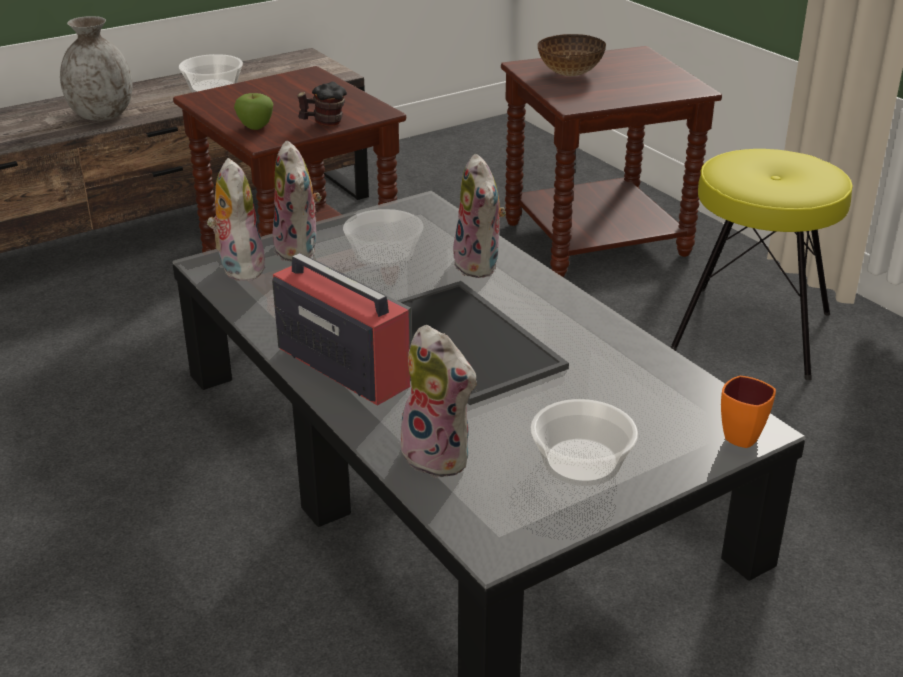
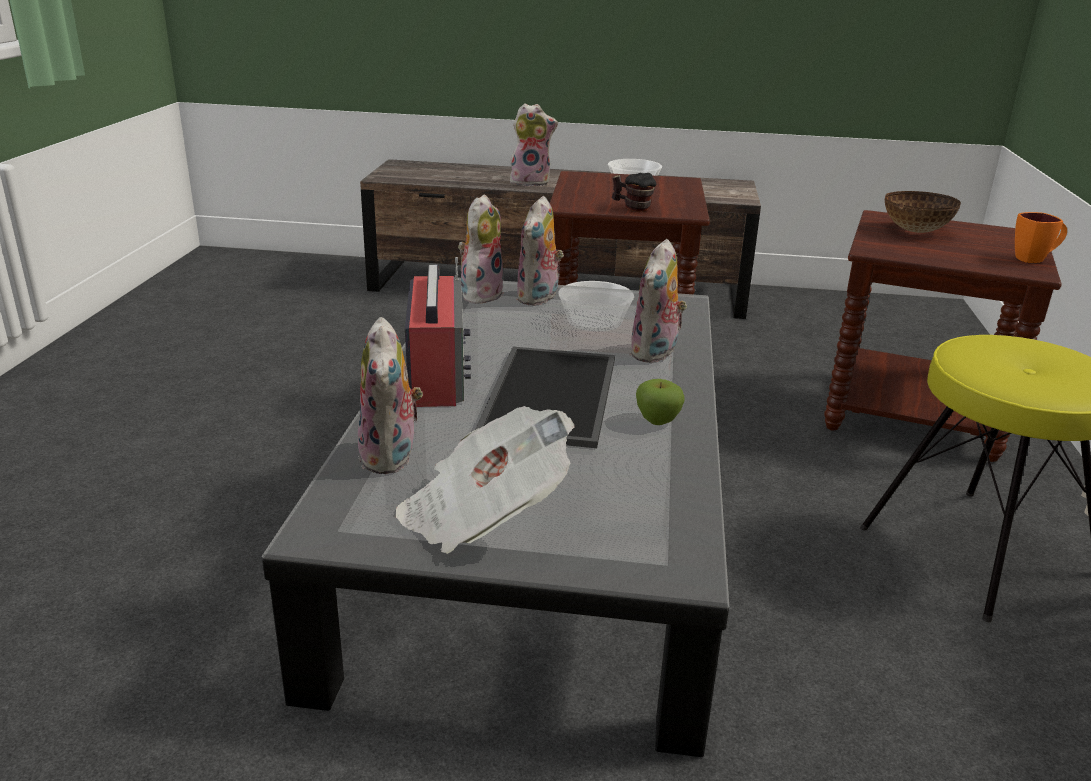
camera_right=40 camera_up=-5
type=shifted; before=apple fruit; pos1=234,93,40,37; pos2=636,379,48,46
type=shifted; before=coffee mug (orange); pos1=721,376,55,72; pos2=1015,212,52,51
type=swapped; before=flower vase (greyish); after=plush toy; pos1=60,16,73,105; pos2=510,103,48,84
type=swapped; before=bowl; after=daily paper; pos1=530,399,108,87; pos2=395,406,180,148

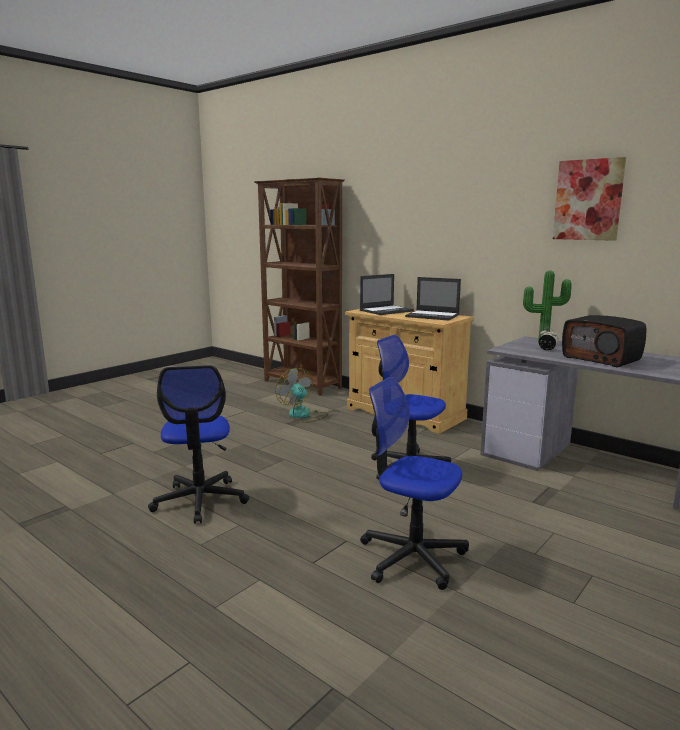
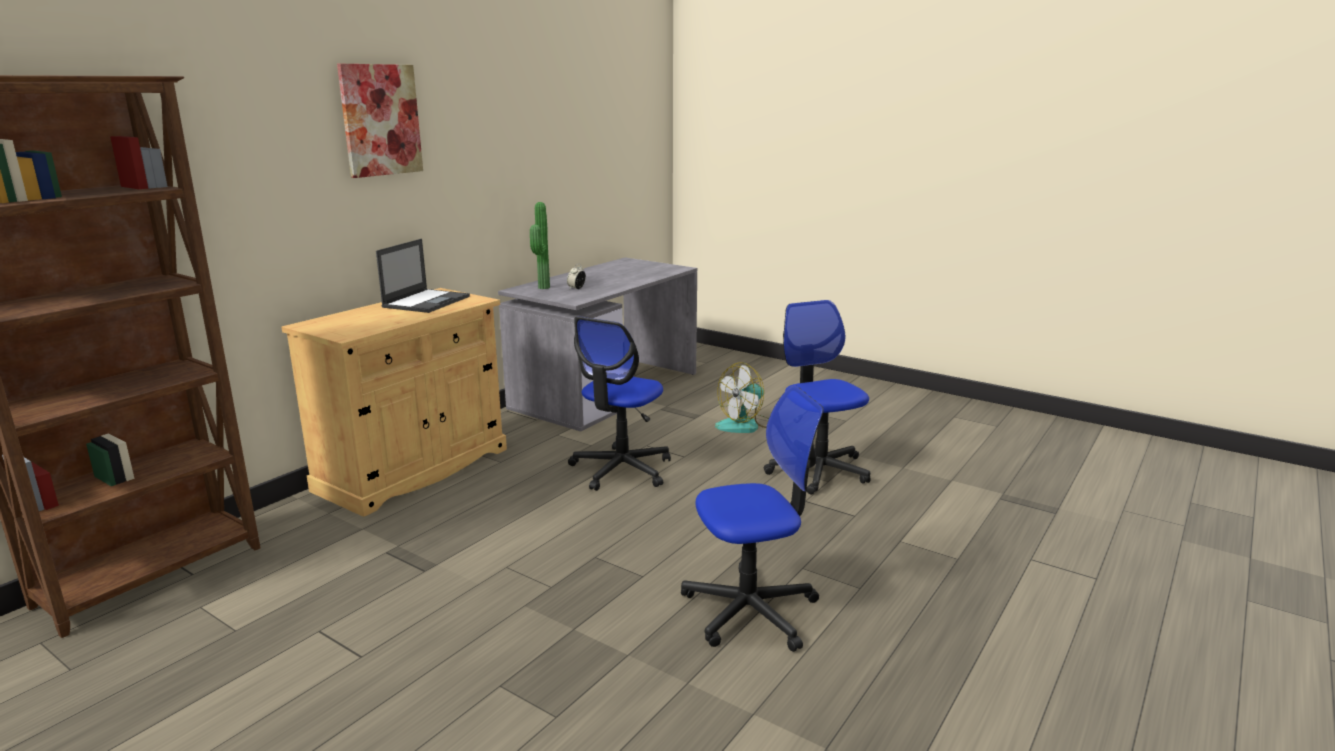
camera_right=-95 camera_up=5
type=gone; before=laptop; pos1=360,274,54,41
type=gone; before=radio receiver; pos1=562,315,84,52
type=shifted; before=cooling fan; pos1=276,368,52,55; pos2=715,362,54,71
type=shifted; before=wall art; pos1=553,157,73,84; pos2=337,64,86,114
type=rotated; before=computer chair; pos1=360,377,109,213; pos2=764,300,107,194; turn=135

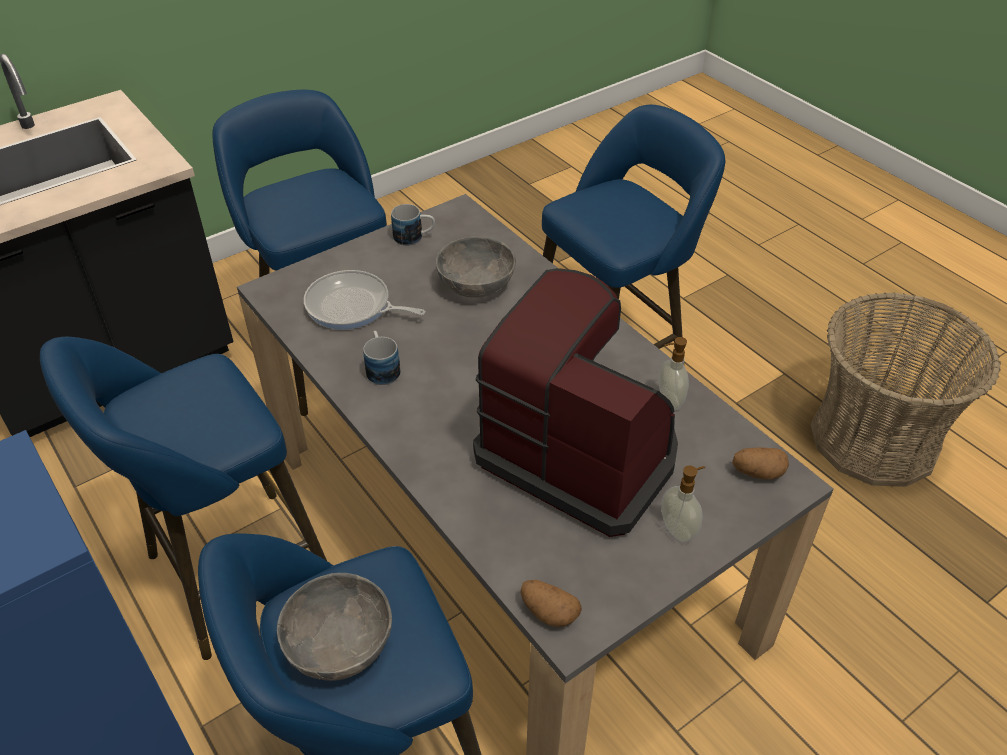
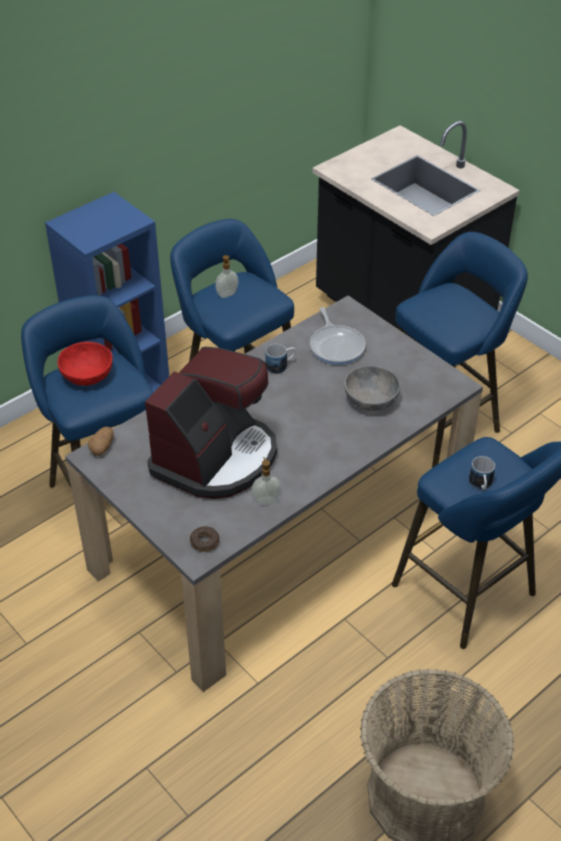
camera_right=85 camera_up=0
type=shifted; before=coffee mug; pos1=391,204,44,42; pos2=469,456,26,34
type=shifted; before=liquid soap bottle; pos1=661,466,44,76; pos2=215,255,23,43
type=swapped; before=spud; after=doughnut; pos1=732,447,57,32; pos2=190,526,29,26
type=repainted; before=bowl (greyish); after=bowl (red-coloured); pos1=277,573,115,108; pos2=58,342,55,44
type=rotated; before=pan; pos1=304,270,121,60; pos2=310,307,56,58; turn=150

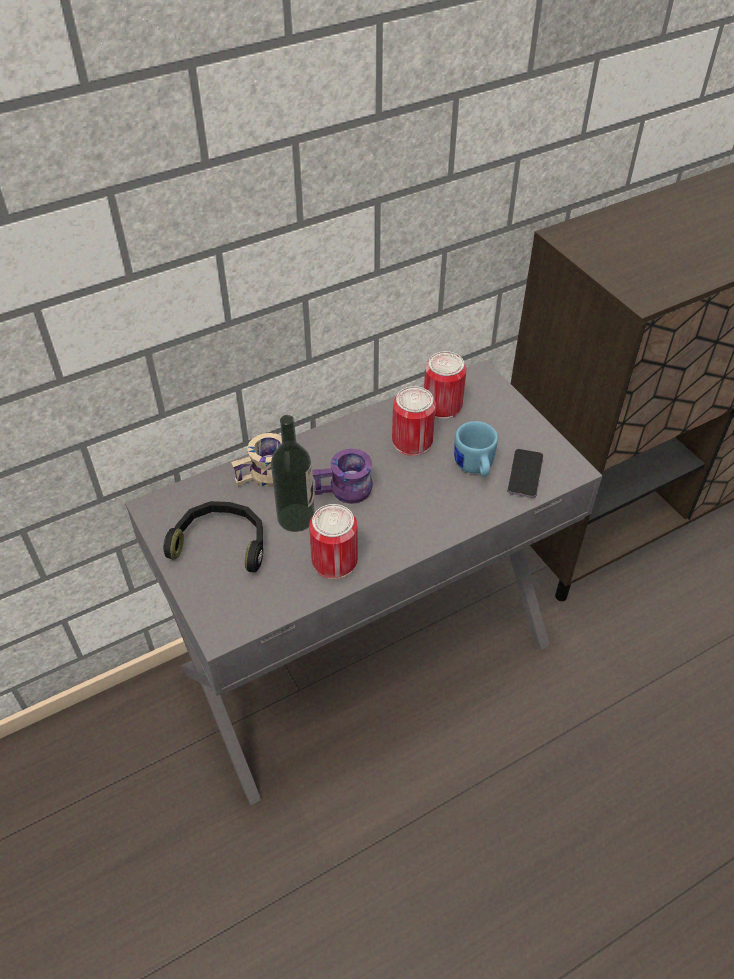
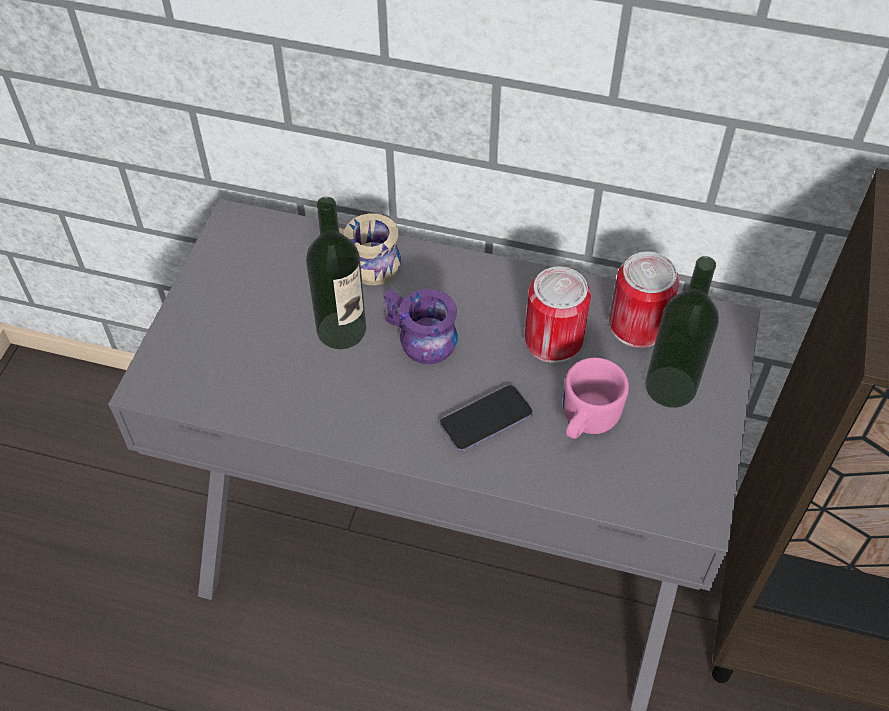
camera_right=45 camera_up=5
type=gone; before=pair of headphones (blackish); pos1=164,501,99,71
type=gone; before=sealed can; pos1=309,504,49,75
type=new; after=bottle; pos2=645,256,74,152
type=shifted; before=phone; pos1=507,449,36,49; pos2=440,385,93,67
type=repainted; before=coffee mug (bluish); after=coffee mug (pink); pos1=454,421,44,55; pos2=563,358,66,81

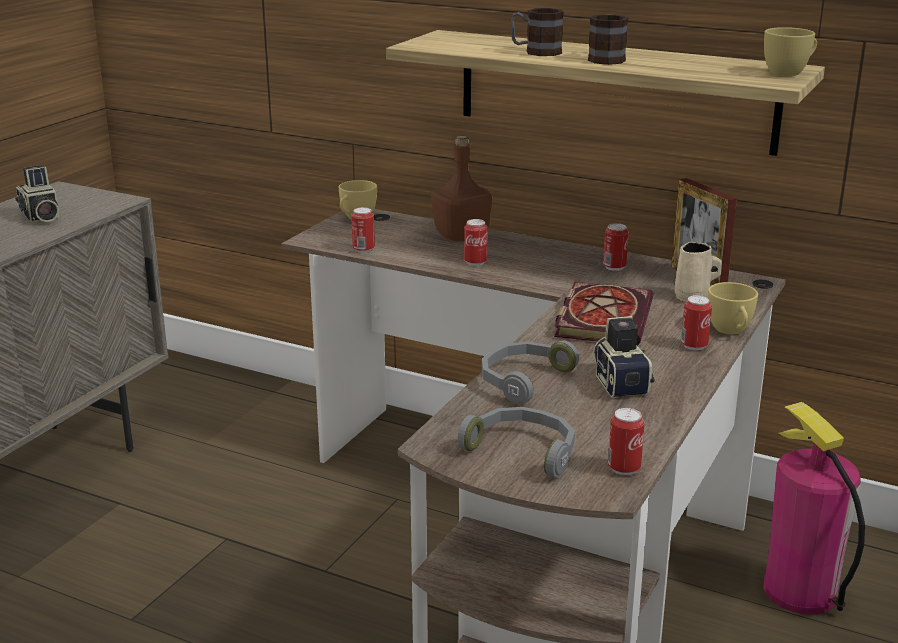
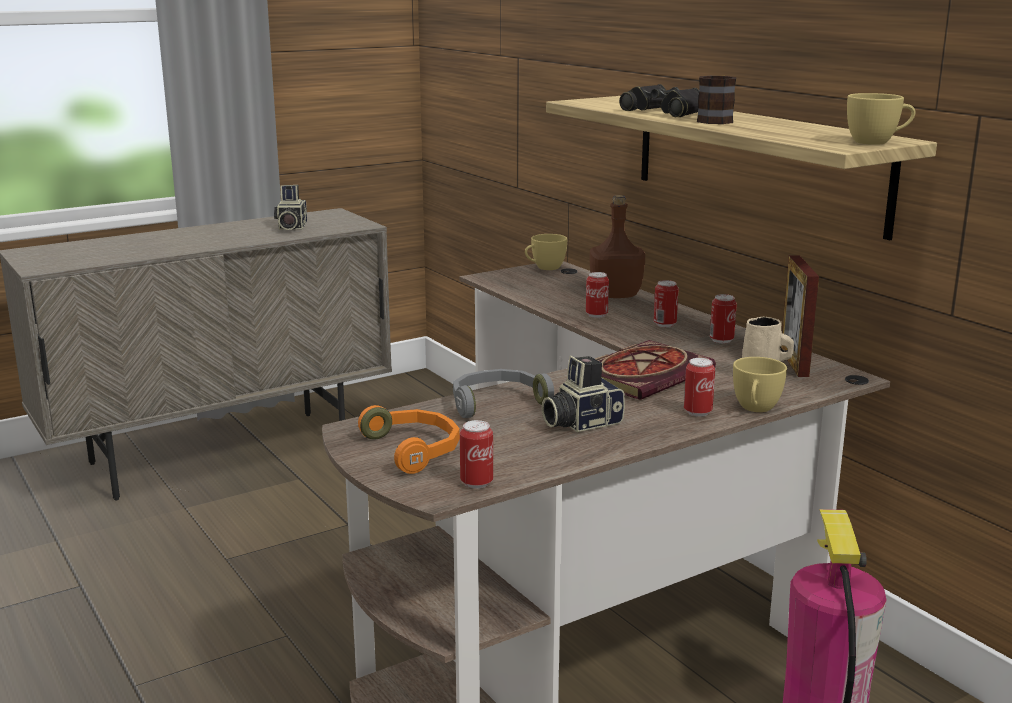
camera_right=30 camera_up=-5
type=shifted; before=sealed can; pos1=351,207,24,46; pos2=654,280,24,47
type=swapped; before=coffee mug; after=binoculars (blackish); pos1=511,8,53,48; pos2=619,84,80,33
type=repainted; before=pair of headphones (greyish); after=pair of headphones (orange); pos1=458,407,117,71; pos2=358,405,102,69
type=rotated; before=still camera; pos1=594,316,61,81; pos2=541,356,84,76; turn=-135

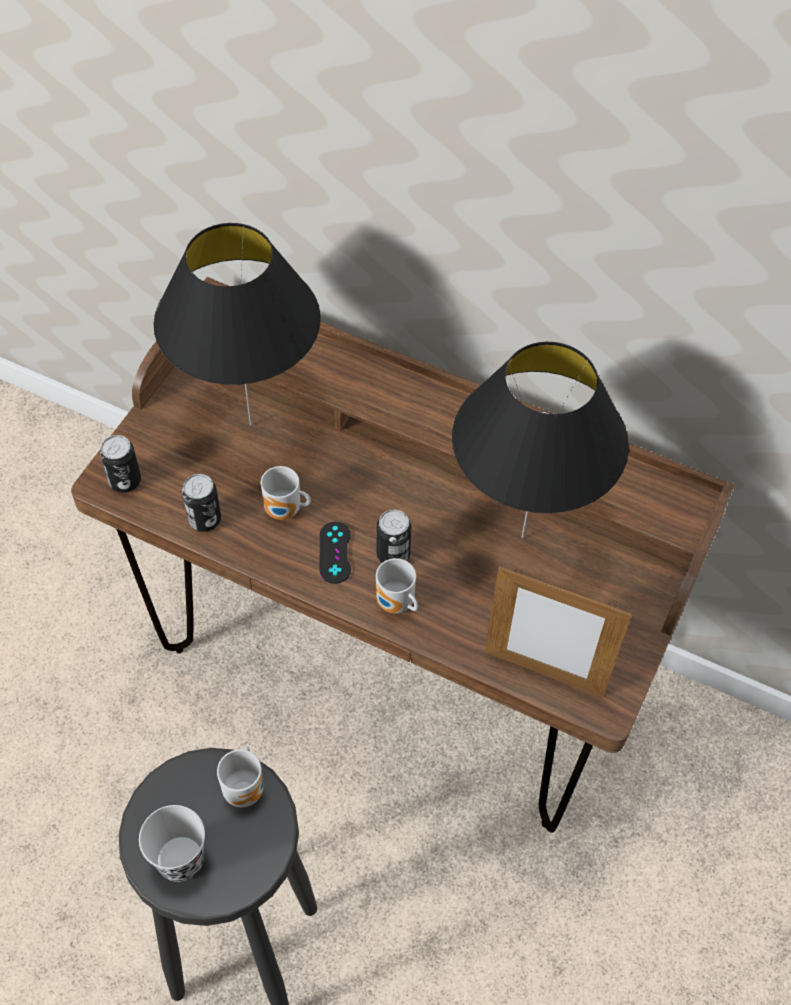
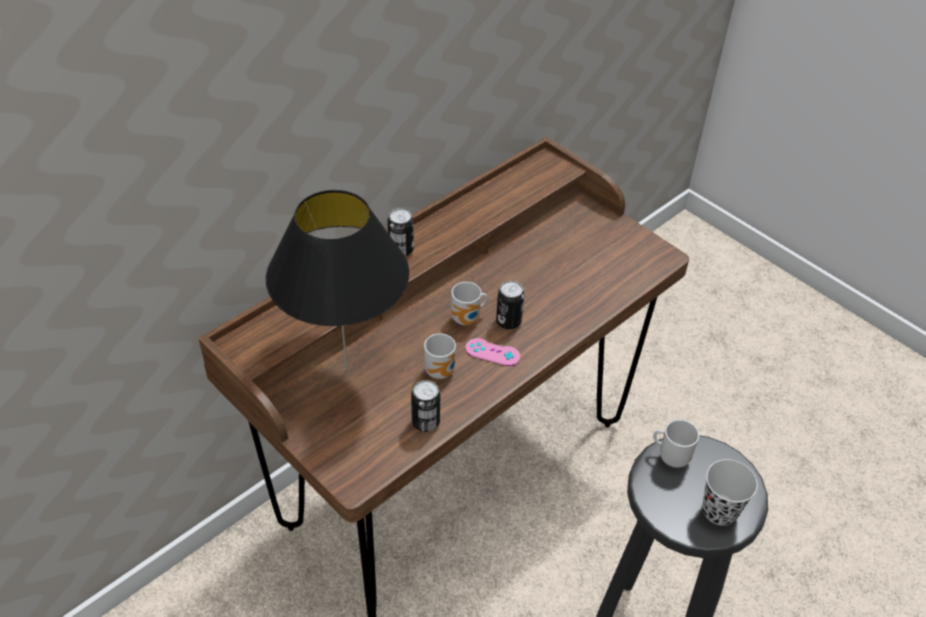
camera_right=-70 camera_up=-10
type=gone; before=tabletop lamp (blackish); pos1=452,342,177,196
type=gone; before=photo frame; pos1=485,566,147,131
type=shifted; before=sealed can; pos1=100,435,41,58; pos2=387,208,27,49
type=shifted; before=coffee mug; pos1=376,558,42,55; pos2=451,282,37,43
type=repainted; before=game controller (blackish); after=game controller (pink); pos1=319,522,32,62; pos2=465,338,55,28

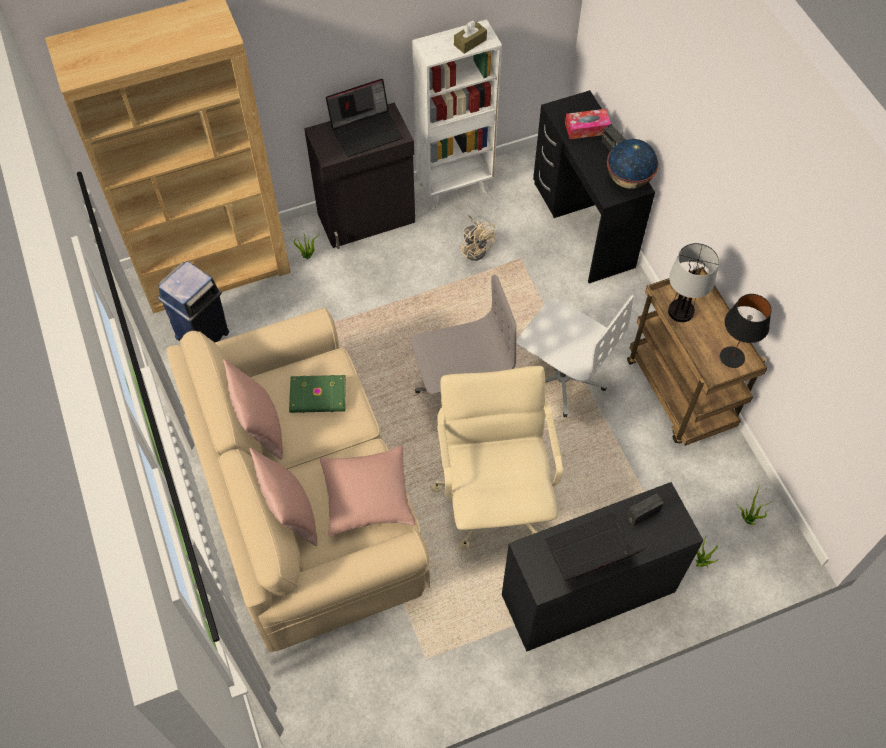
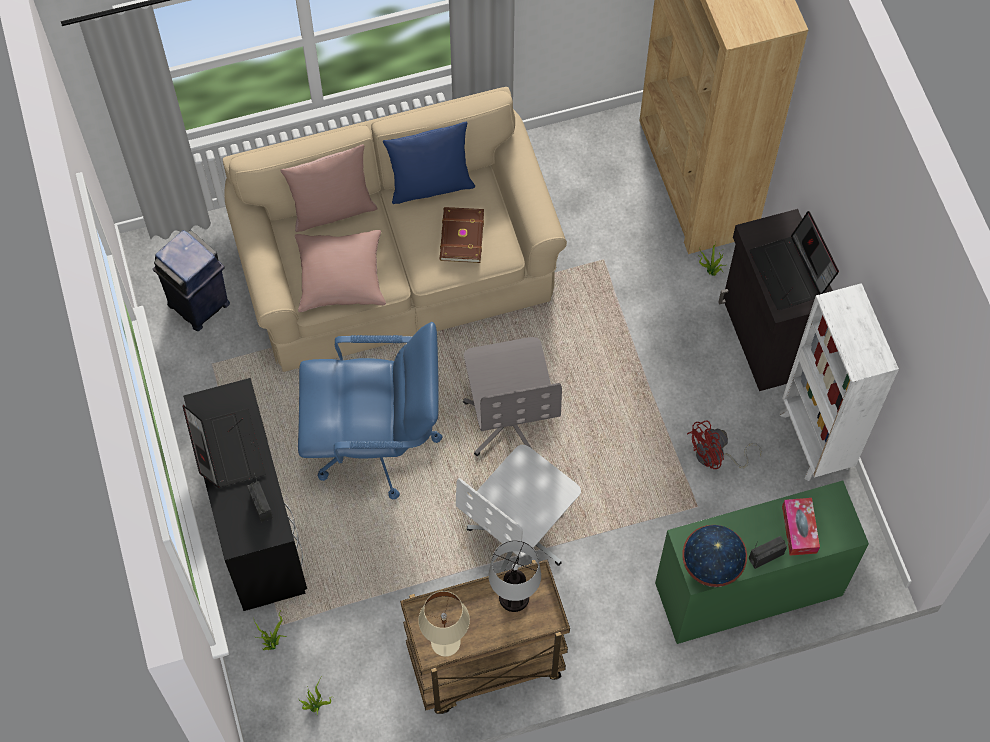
camera_right=95 camera_up=5
type=gone; before=box of tissues (brown); pos1=454,21,33,33
type=shifted; before=waste bin (bluish); pos1=158,261,71,81; pos2=153,230,77,101
type=repainted; before=cushion (pink); after=cushion (bluish); pos1=223,359,60,101; pos2=383,122,92,82
type=repainted; before=bound book (green-coloured); after=bound book (brown); pos1=289,375,57,38; pos2=440,207,44,56
type=repainted; before=computer chair (sand-coloured); after=computer chair (bluish); pos1=431,366,132,184; pos2=298,322,144,177
type=repainted; before=cooling fan (sand-coloured); after=cooling fan (red-coloured); pos1=461,215,35,46; pos2=687,420,75,49
type=repainted; before=desk (blackish); after=desk (green-coloured); pos1=533,90,122,193; pos2=655,481,214,163
type=repainted; before=tabletop lamp (blackish); after=tabletop lamp (sand-coloured); pos1=720,294,51,74; pos2=418,591,52,66

